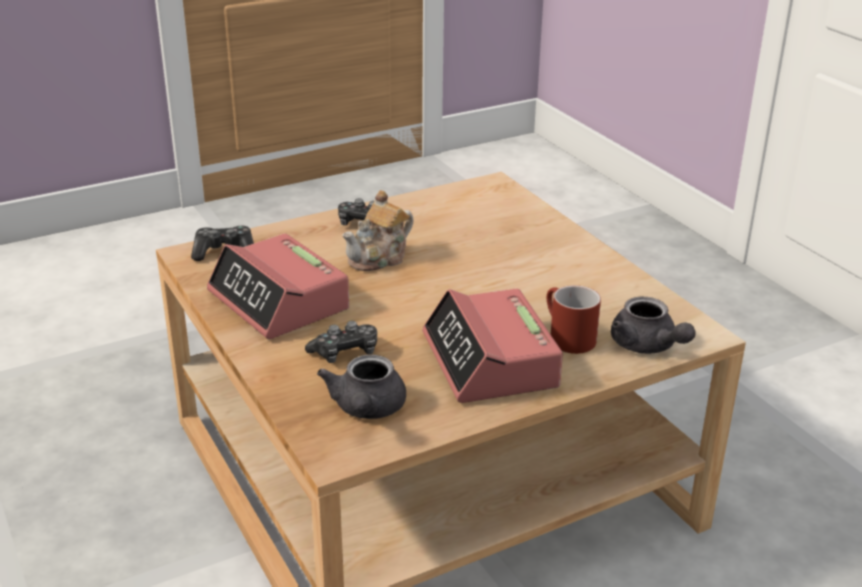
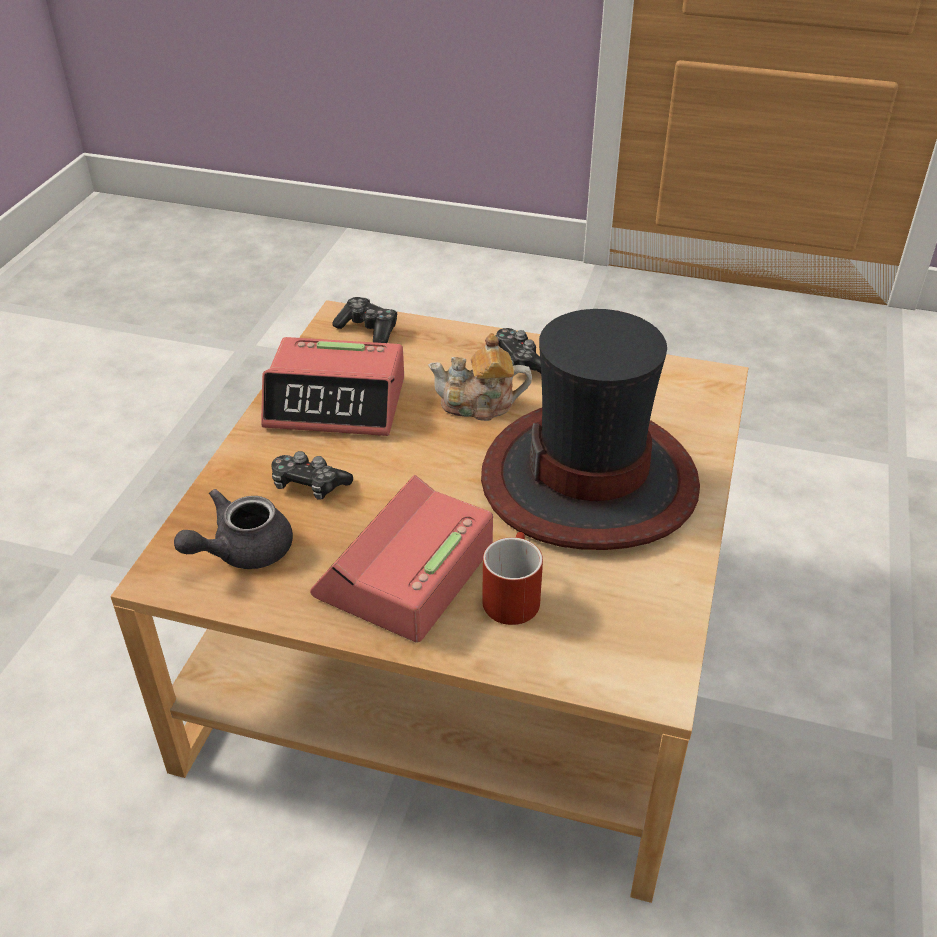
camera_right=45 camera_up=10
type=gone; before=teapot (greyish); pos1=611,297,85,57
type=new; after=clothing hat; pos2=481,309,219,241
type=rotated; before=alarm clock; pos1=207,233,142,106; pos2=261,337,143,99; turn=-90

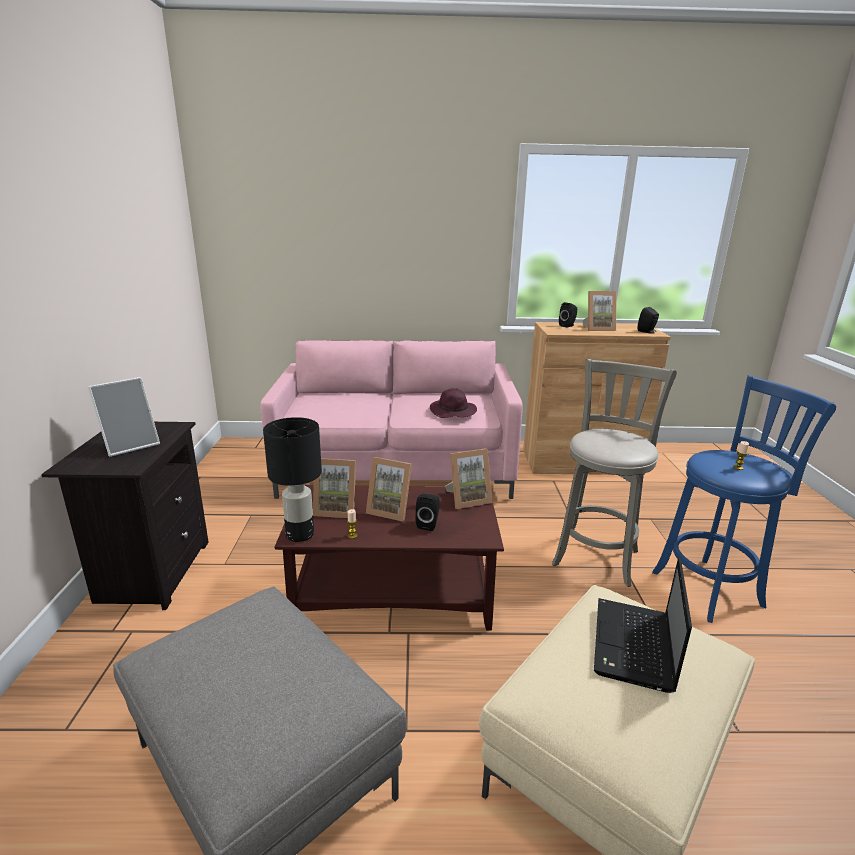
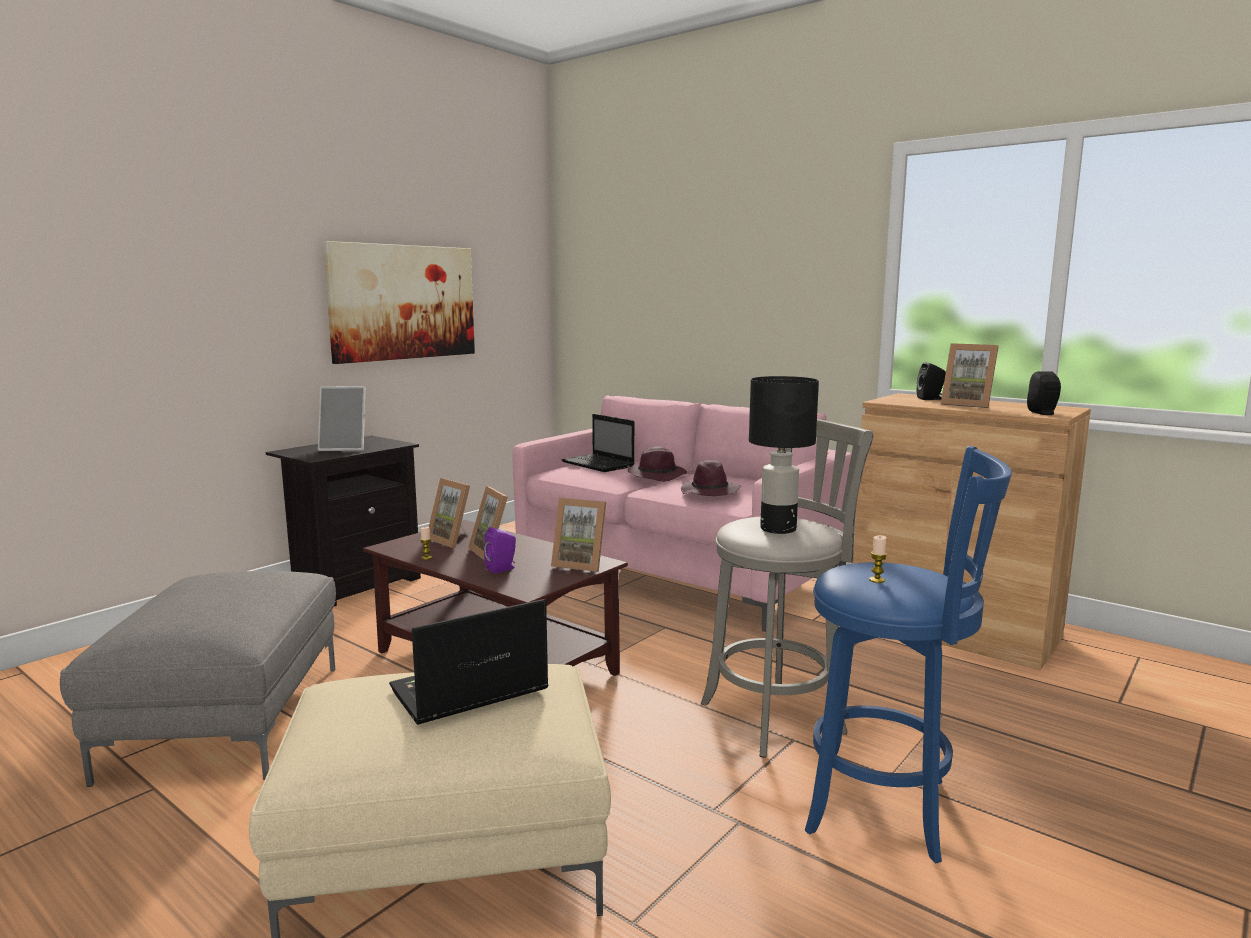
camera_right=40 camera_up=-10
type=new; after=wall art; pos2=323,241,152,123
type=new; after=laptop; pos2=562,414,73,58
type=new; after=clothing hat (purple); pos2=628,447,59,35
type=shifted; before=tabletop lamp (blackish); pos1=263,417,59,125; pos2=749,376,70,158
type=repainted; before=speaker (blackish); after=speaker (purple); pos1=415,494,25,37; pos2=484,527,32,46

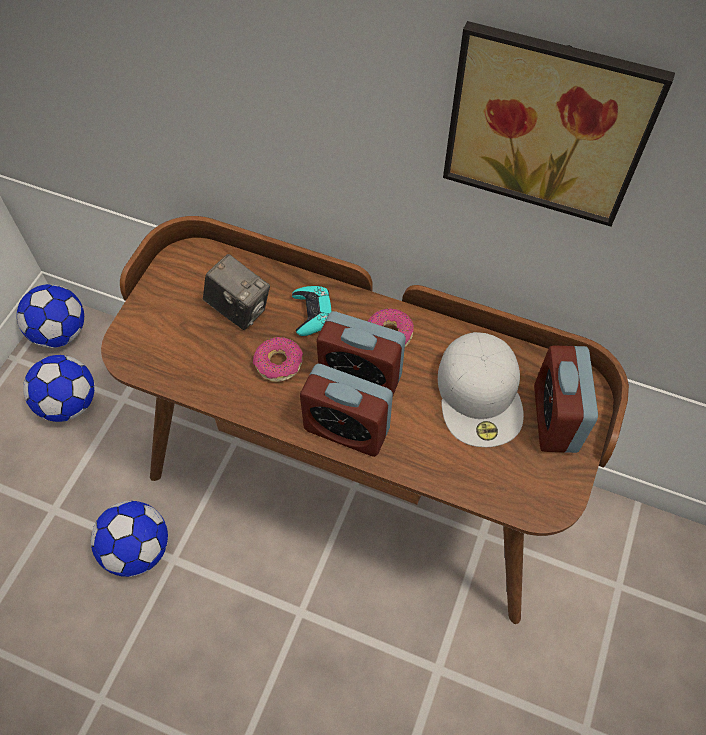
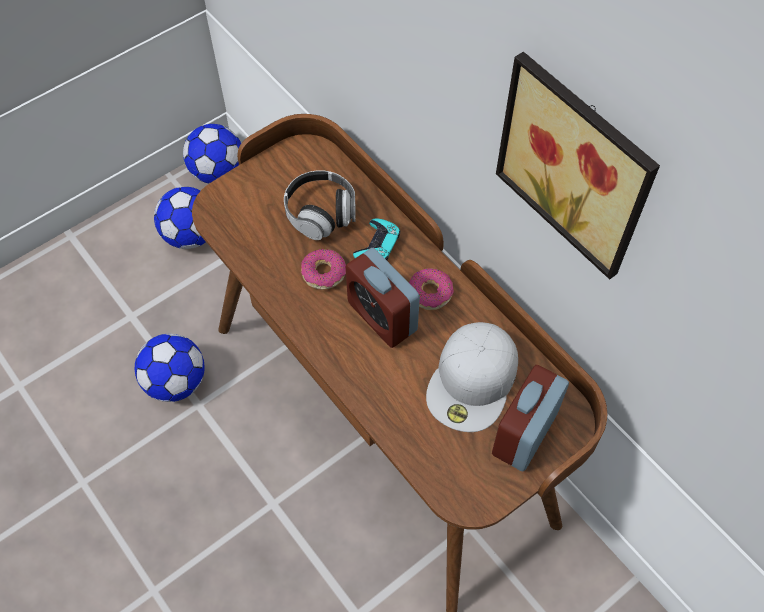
camera_right=30 camera_up=0
type=gone; before=alarm clock; pos1=300,363,93,94
type=swapped; before=still camera; after=pair of headphones; pos1=203,254,67,76; pos2=284,170,72,70

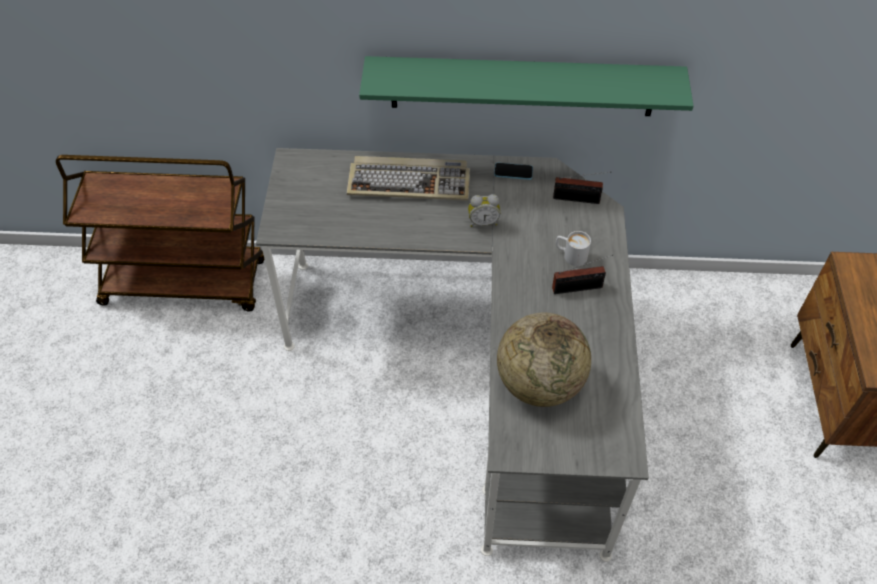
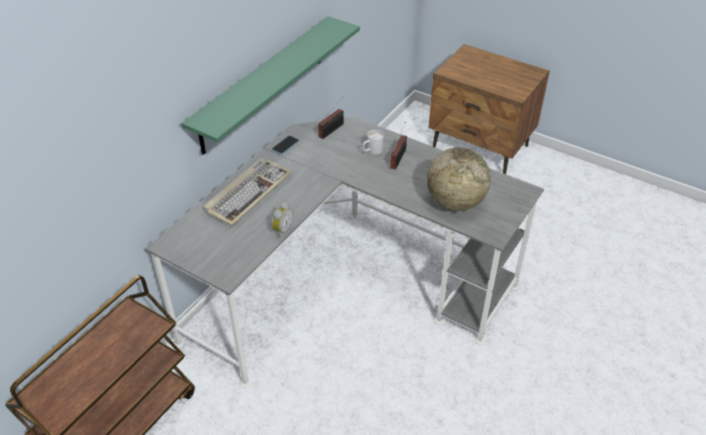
camera_right=-60 camera_up=-10
type=shifted; before=alarm clock; pos1=468,194,32,33; pos2=271,202,22,36

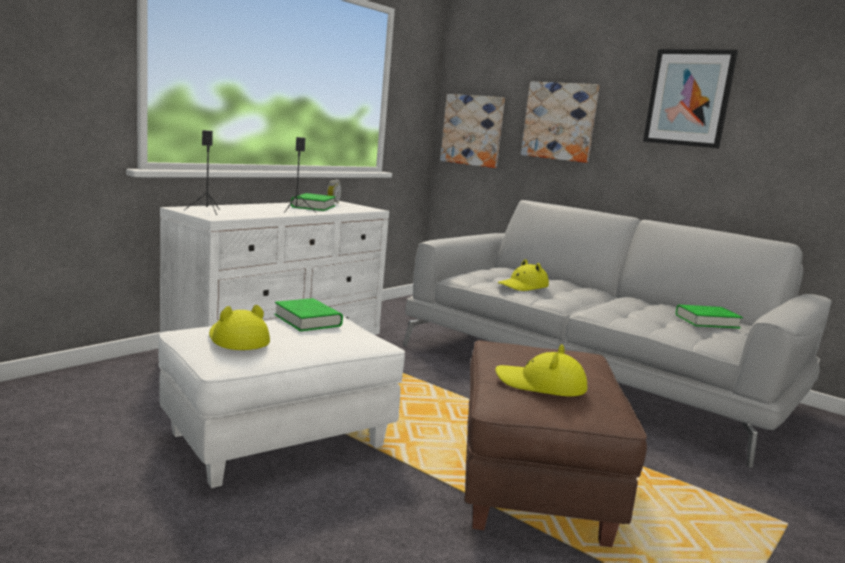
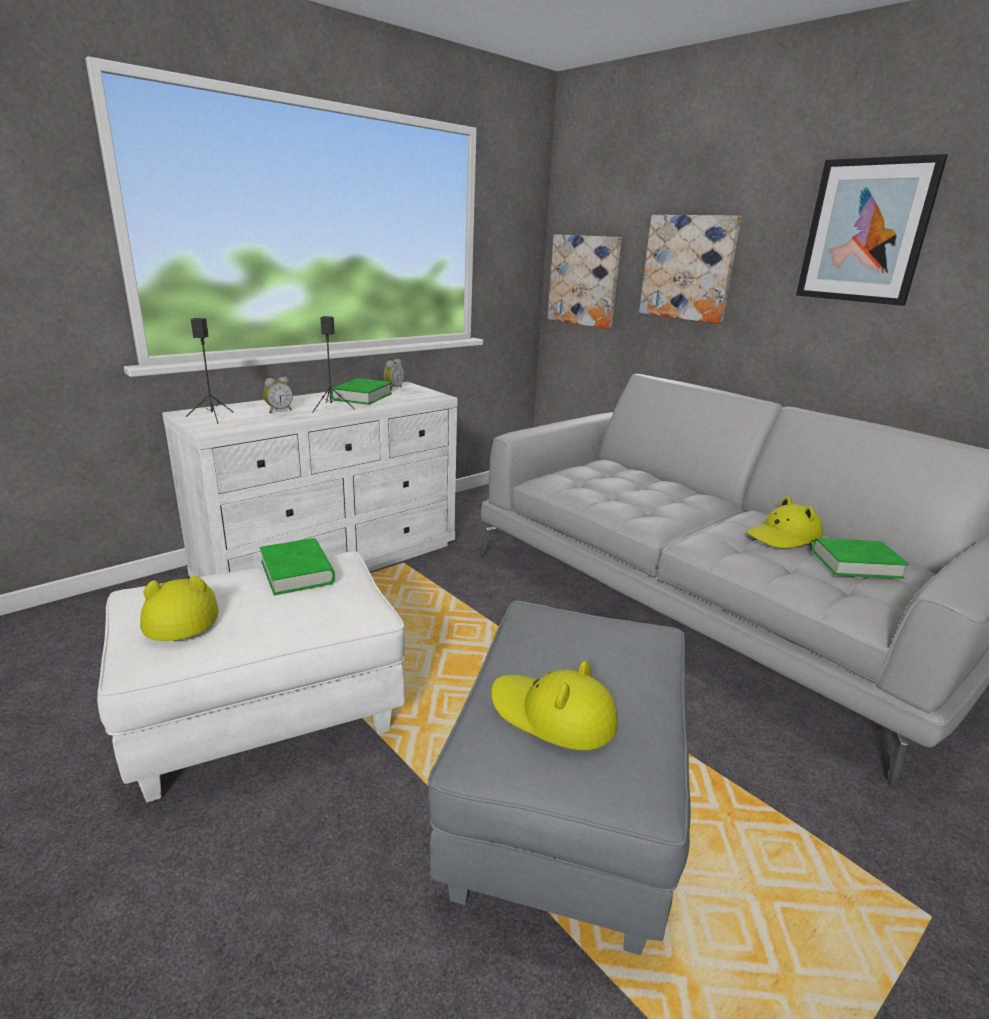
camera_right=10 camera_up=10
type=new; after=alarm clock; pos2=263,377,30,36
type=shifted; before=clothing hat (yellow); pos1=498,259,51,32; pos2=746,496,77,52
type=repainted; before=footrest (brown); after=footrest (greyish); pos1=464,340,183,207; pos2=428,601,263,354

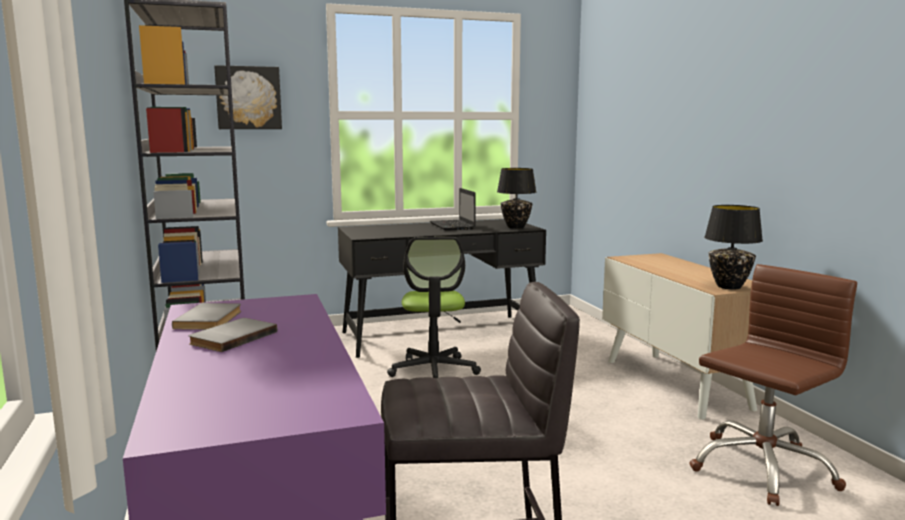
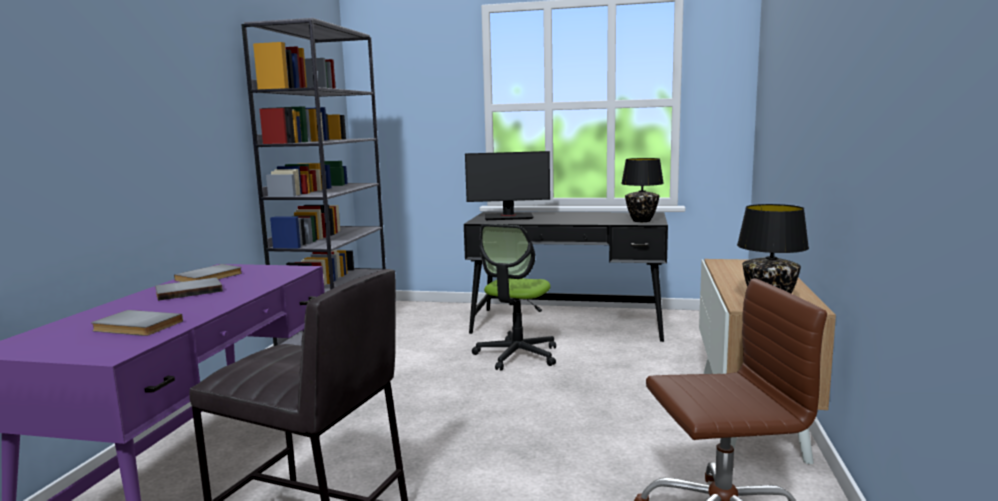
camera_right=30 camera_up=0
type=gone; before=wall art; pos1=214,65,68,64
type=gone; before=laptop; pos1=430,188,46,43
type=new; after=bound book (greyish); pos2=91,310,92,26
type=new; after=computer display; pos2=465,151,85,69

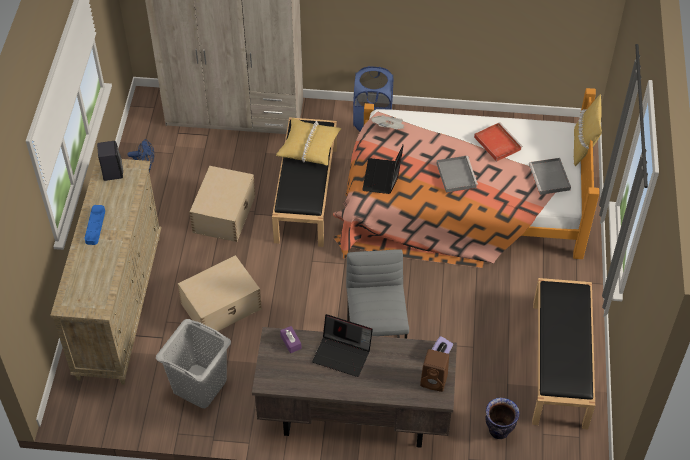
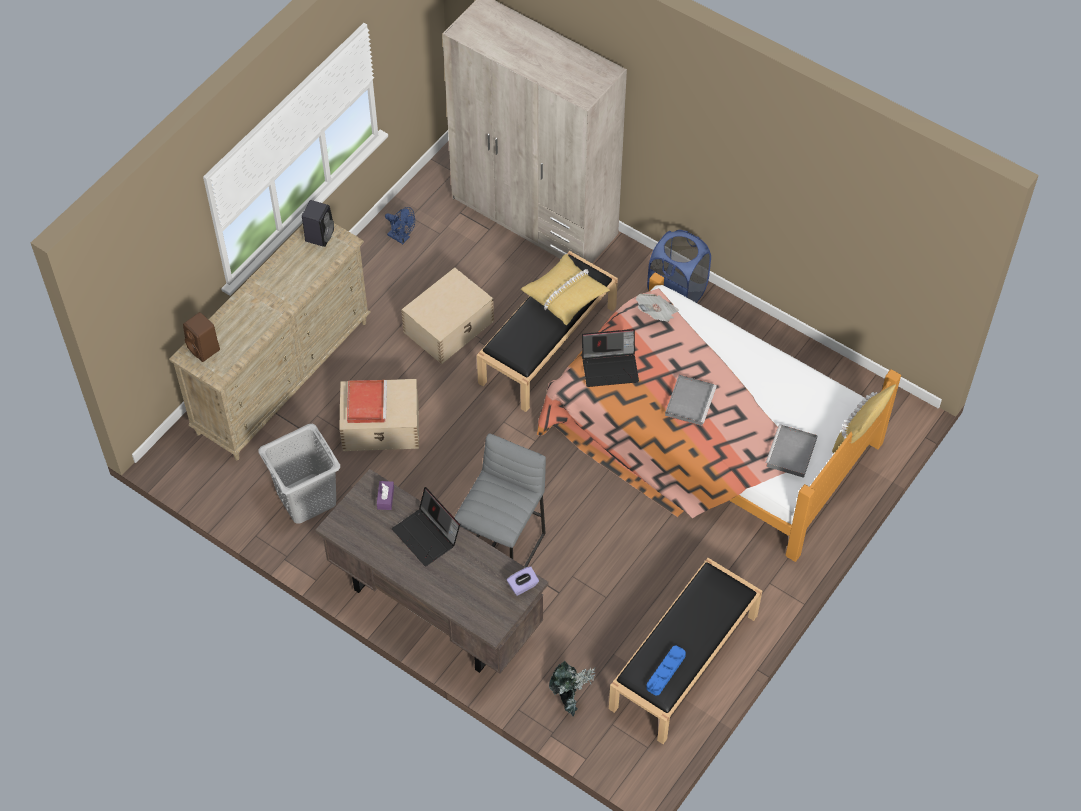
camera_right=30 camera_up=5
type=shifted; before=carrying tray (bluish); pos1=84,205,21,40; pos2=646,645,40,51
type=shifted; before=speaker (brown); pos1=420,349,29,43; pos2=183,312,37,50
type=shifted; before=carrying tray (red-coloured); pos1=474,122,49,40; pos2=347,380,40,43
type=swapped; before=flower vase; after=potted plant; pos1=486,398,34,41; pos2=549,661,46,56
type=rotated; before=laptop; pos1=362,145,42,49; pos2=582,329,57,58; turn=-135

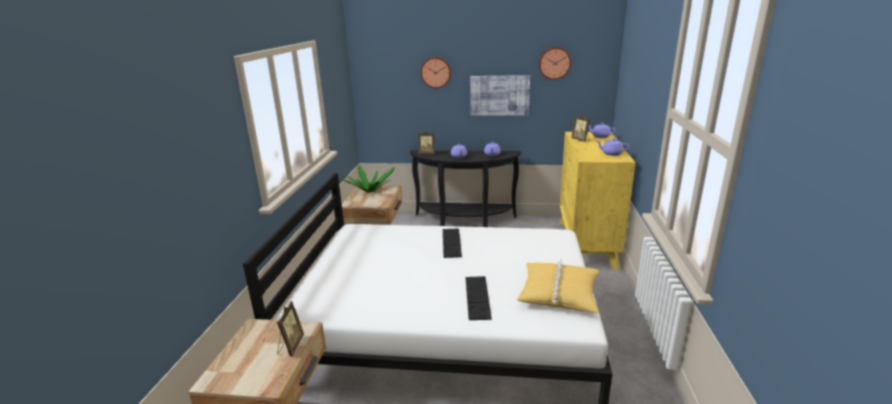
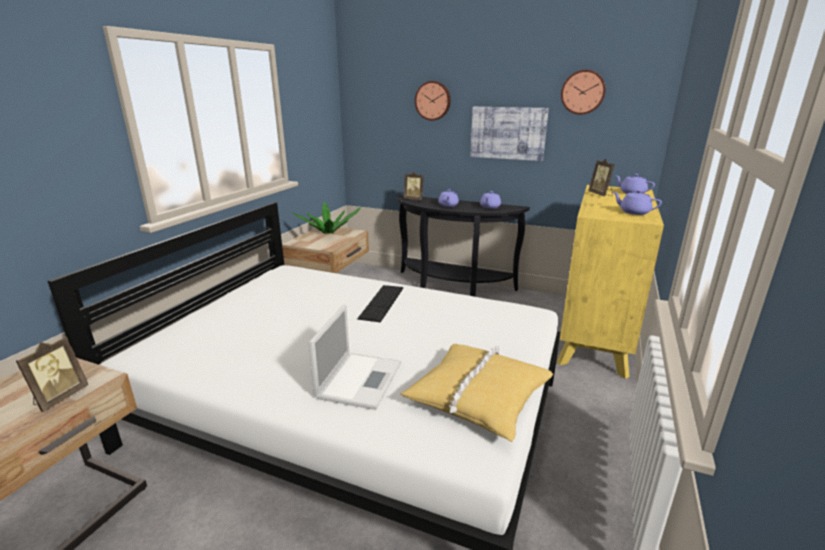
camera_right=15 camera_up=0
type=swapped; before=computer keyboard; after=laptop; pos1=465,276,27,44; pos2=309,304,92,106

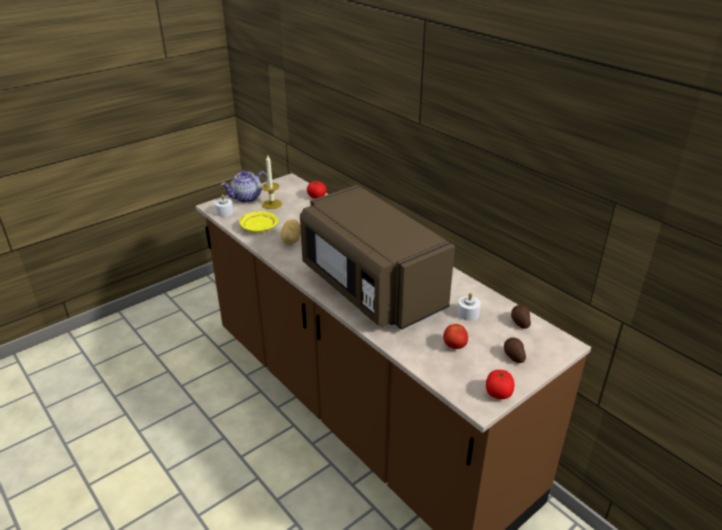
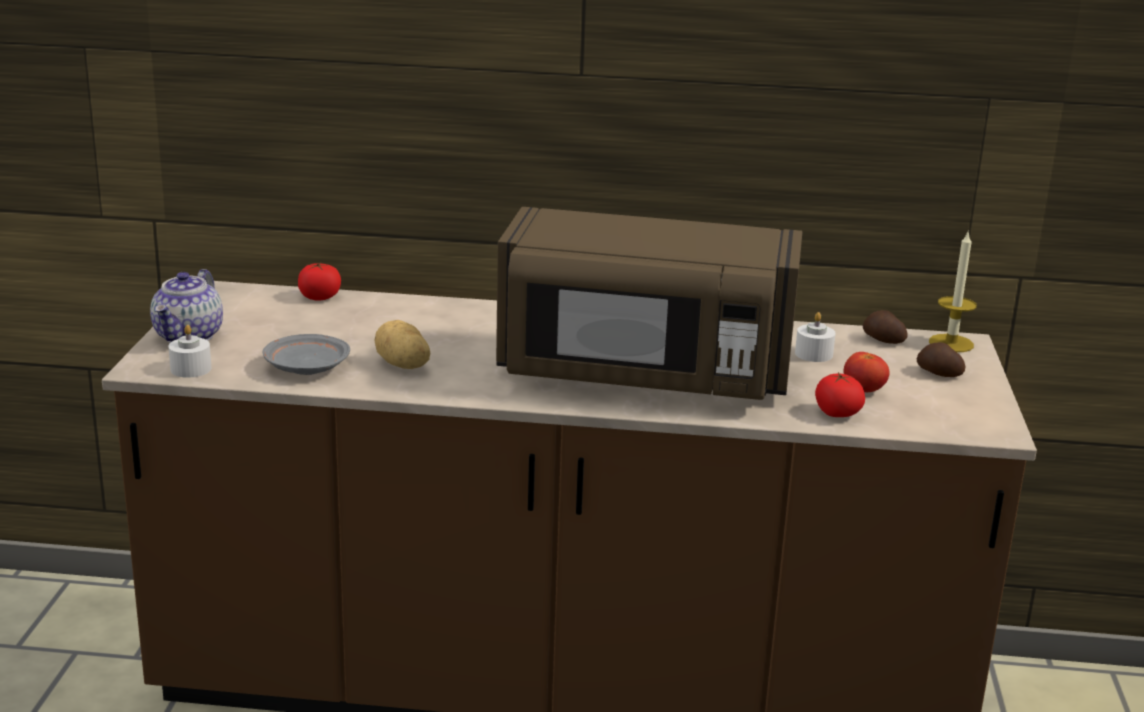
camera_right=-45 camera_up=-10
type=shifted; before=wax candle; pos1=262,155,20,54; pos2=929,230,48,122
type=shifted; before=whole tomato; pos1=486,370,28,29; pos2=815,372,50,45
type=repainted; before=flat dish (yellow); after=flat dish (greyish); pos1=239,211,39,21; pos2=263,334,87,41

